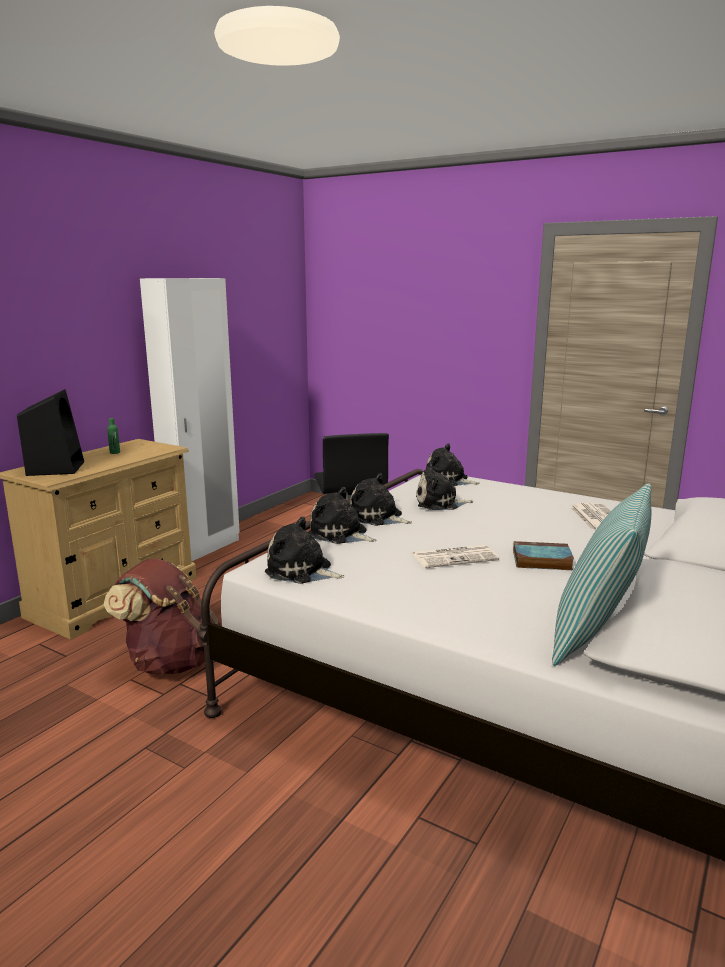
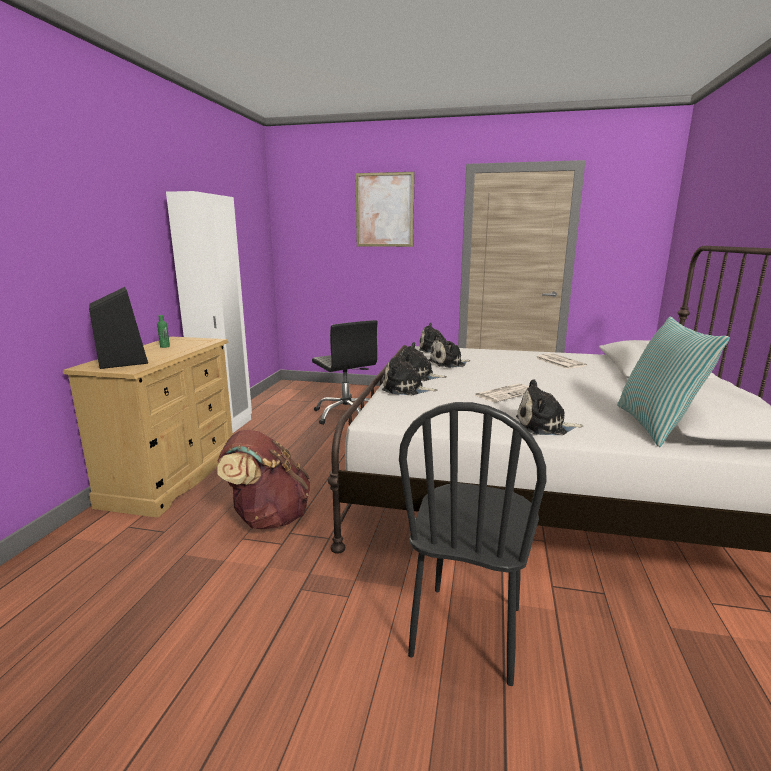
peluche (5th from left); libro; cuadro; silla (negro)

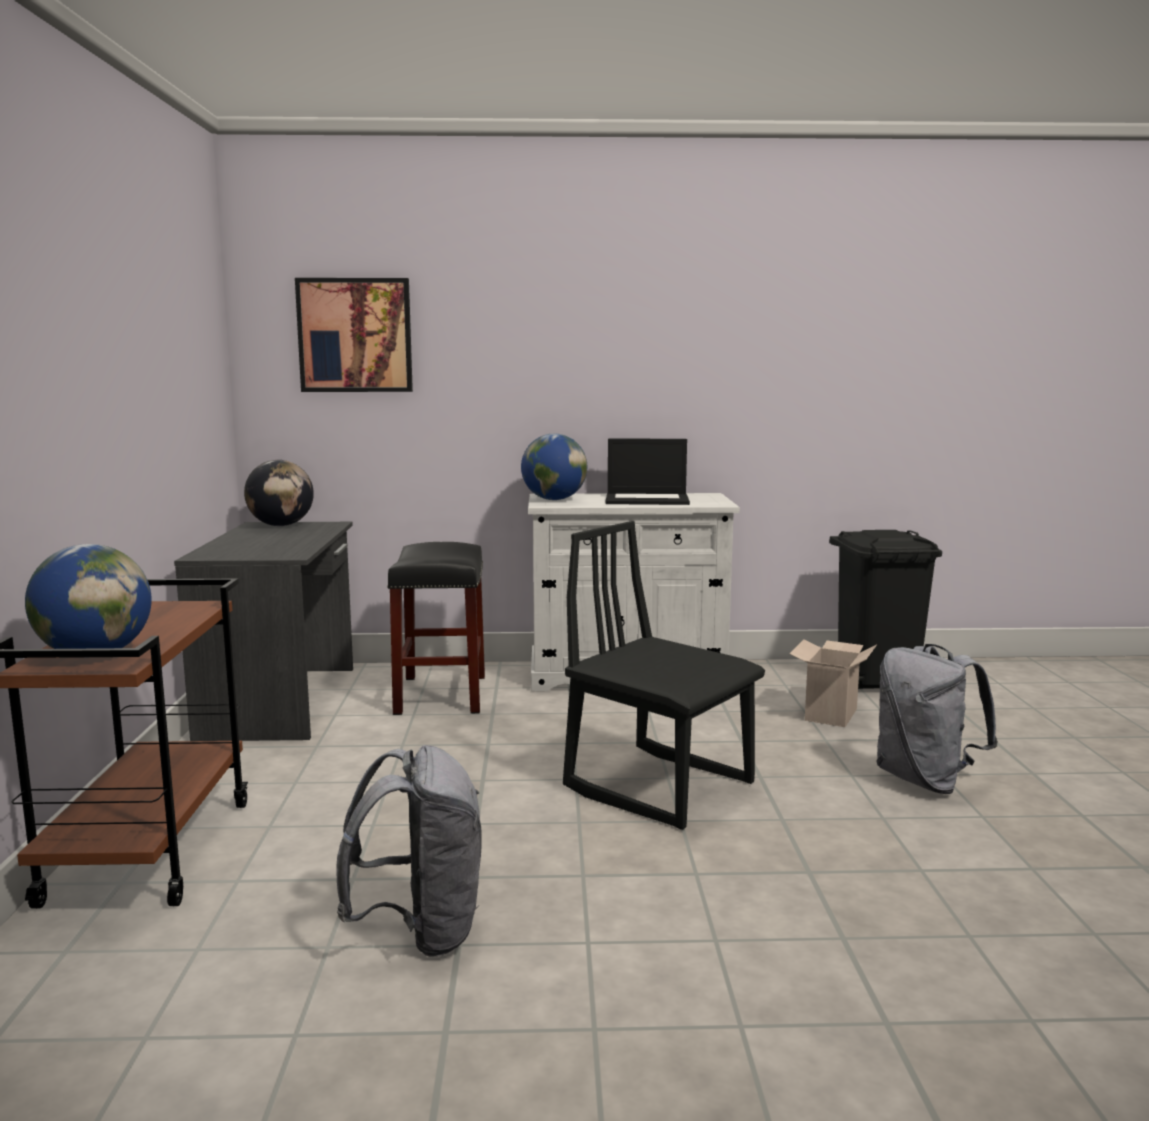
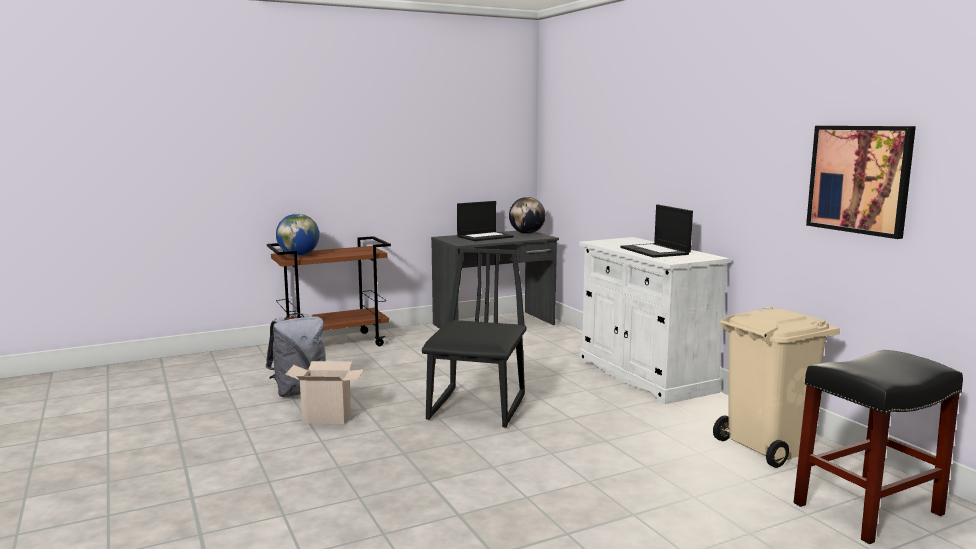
cuadro; globo terráqueo (3rd from left in the first image); papelera (beis); taburete (negro); caja de cartón; mochila (gris) (2nd from left in the first image); portátil (1st from left)

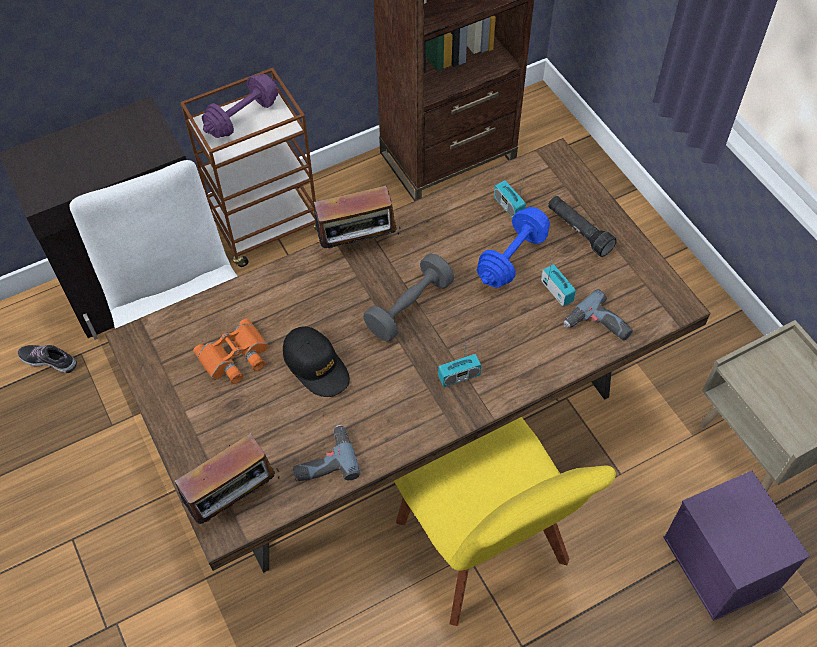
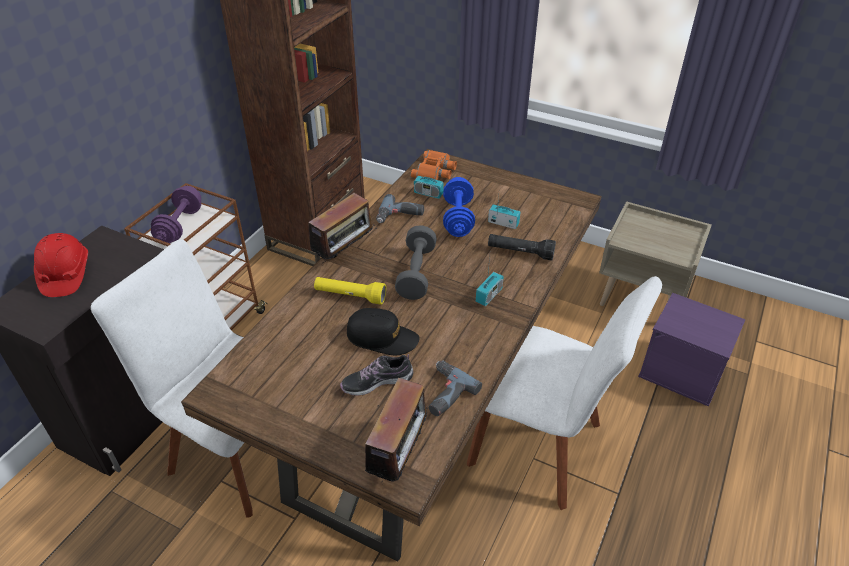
linterna (negro); taladro (1st from left); prismáticos (naranja); zapato; silla (blanco) (2nd from left); casco (rojo); linterna (amarillo)

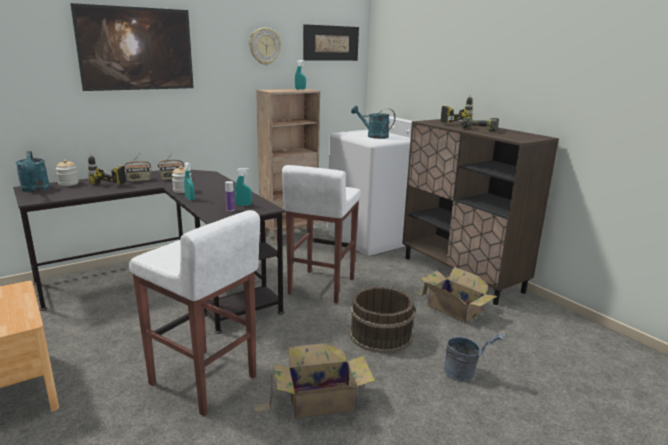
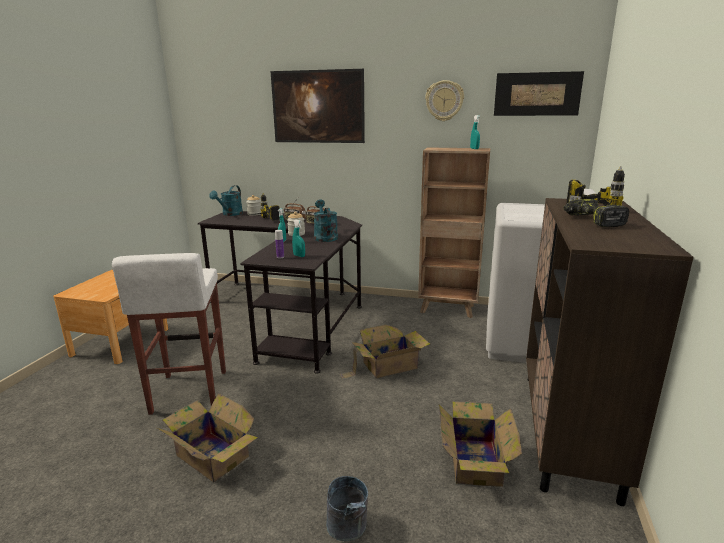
regadera (turquesa) (2nd from left); caja de cartón (2nd from left); cubo (marrón)

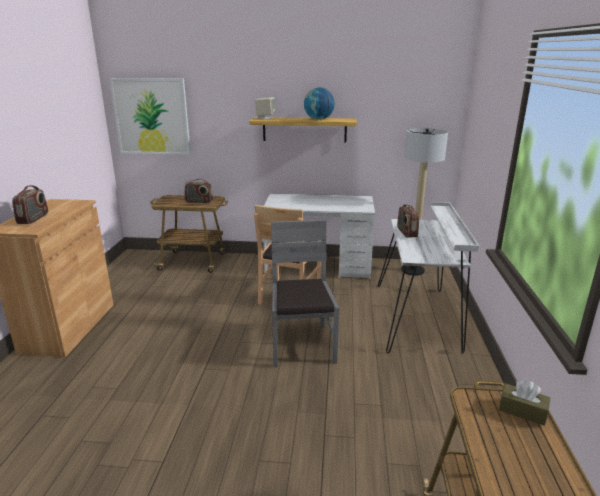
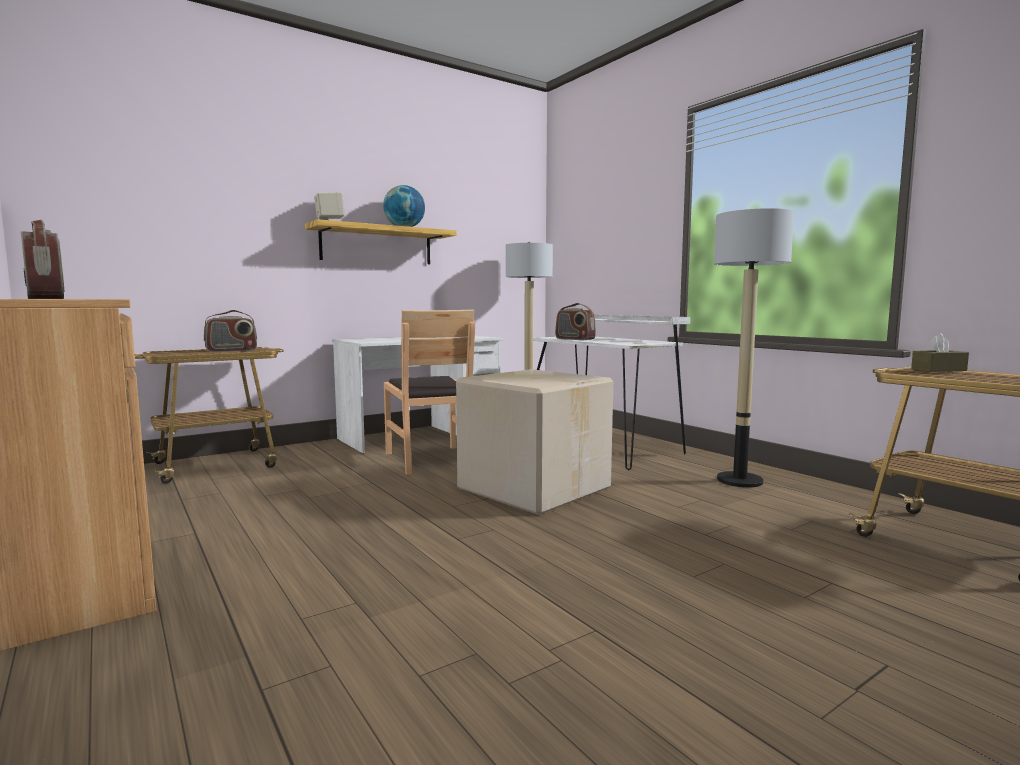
cuadro; caja de cartón; lámpara de pie (2nd from left)

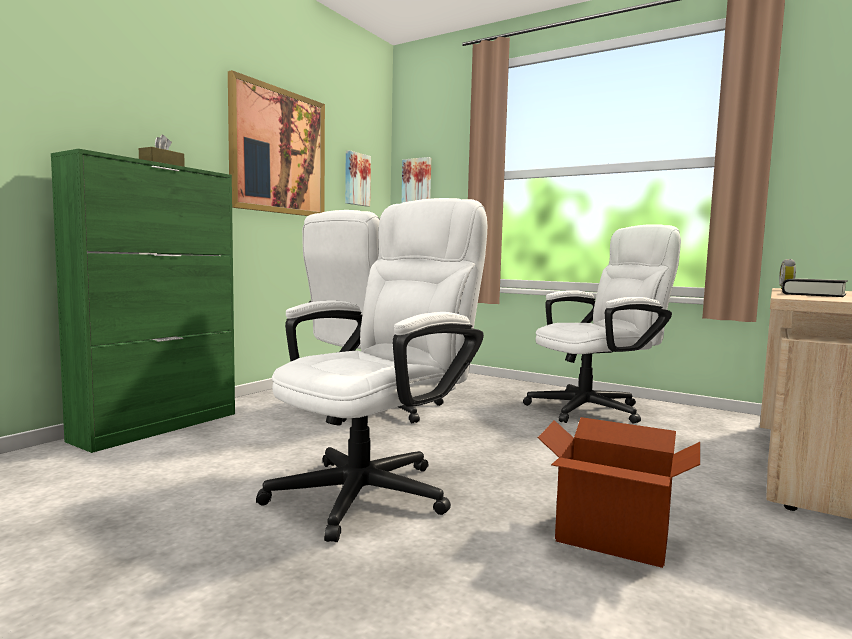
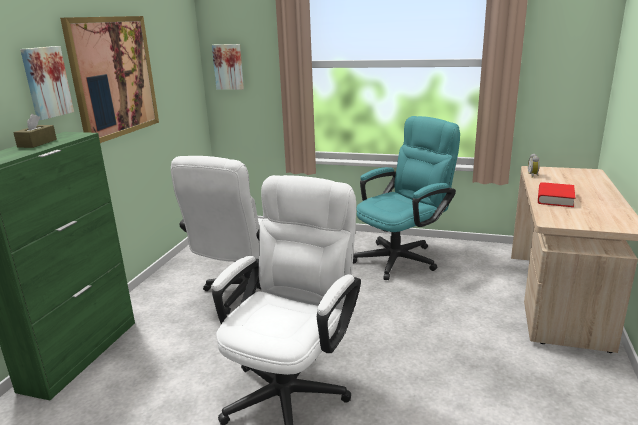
cuadro (1st from left); silla de oficina (turquesa); libro (rojo); caja de cartón

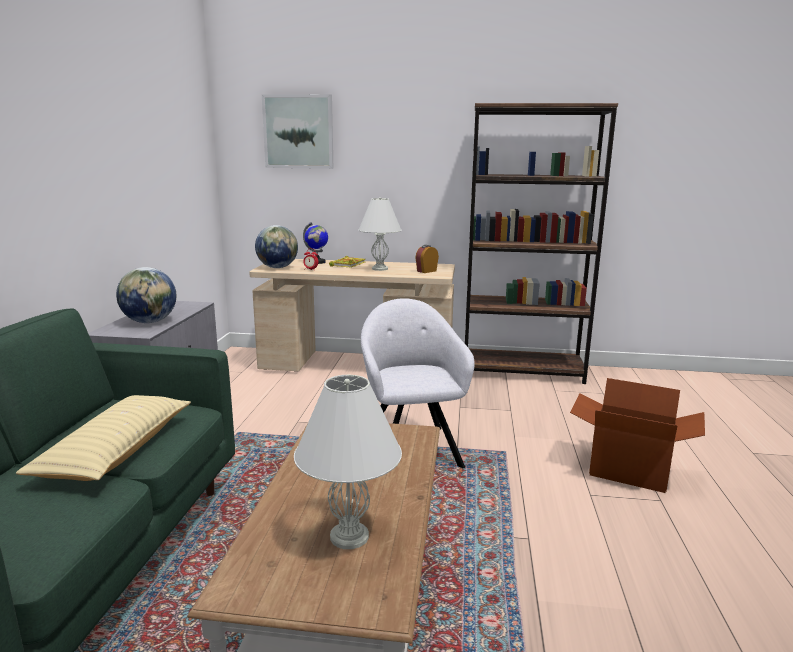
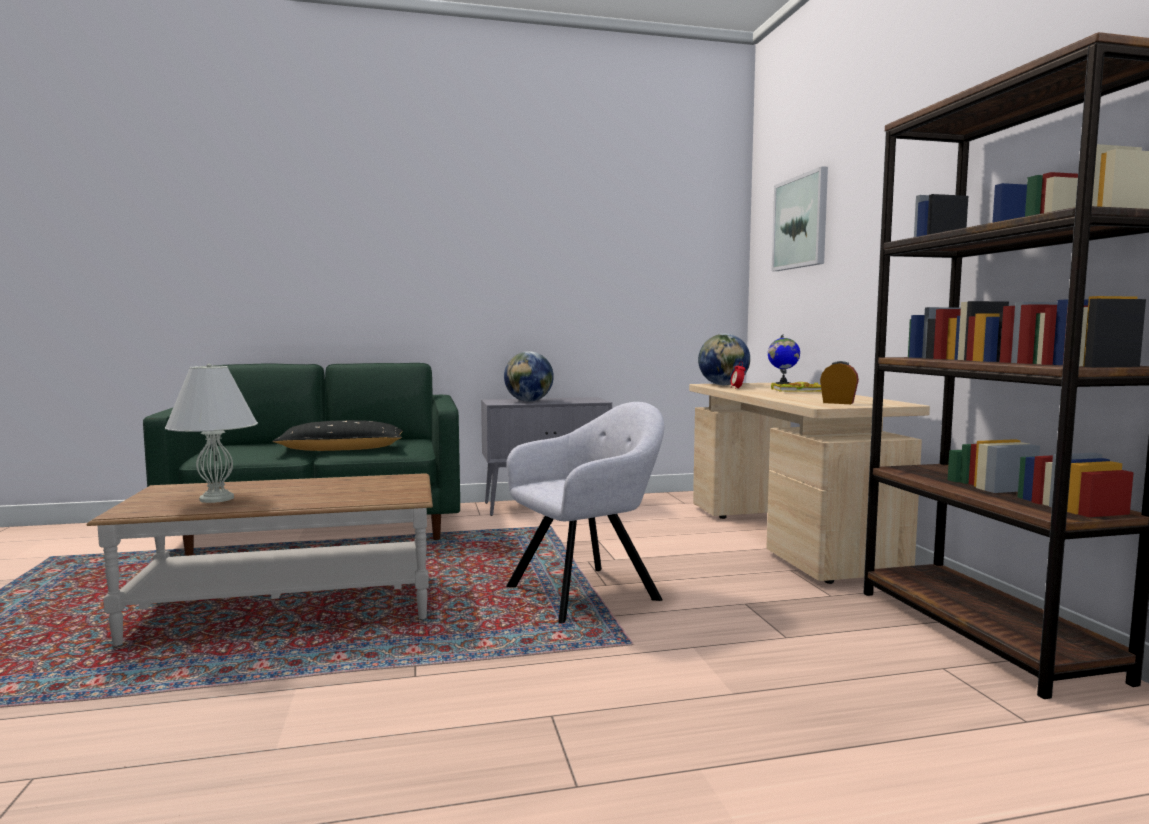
lámpara de mesa (blanco) (2nd from left in the first image); caja de cartón; cojín (negro)

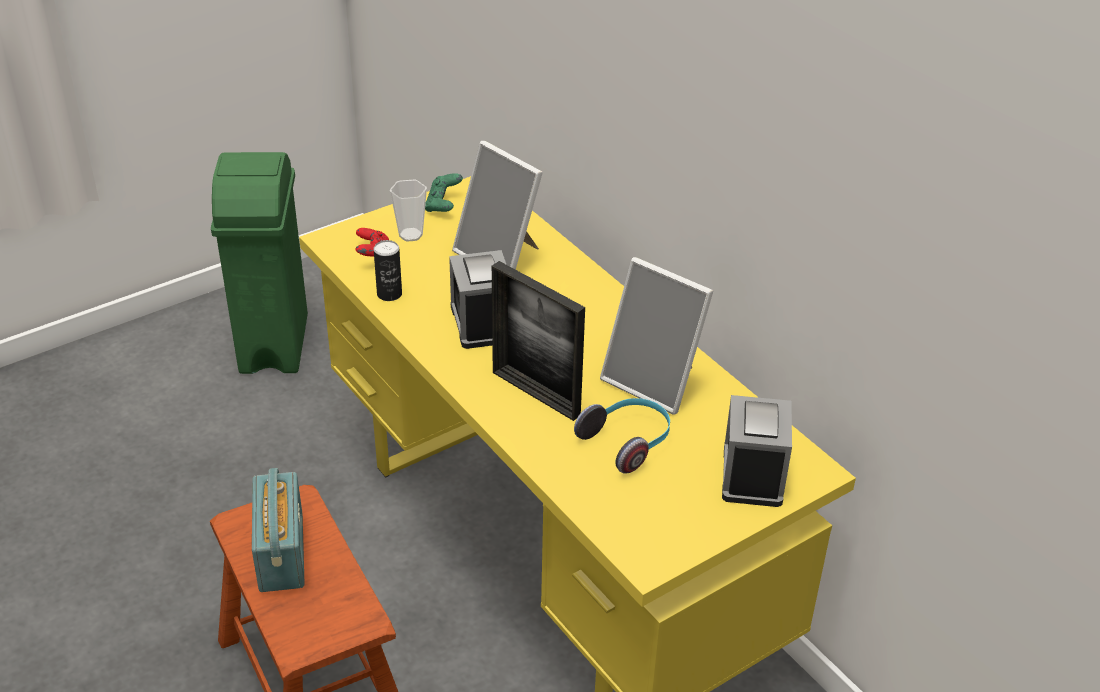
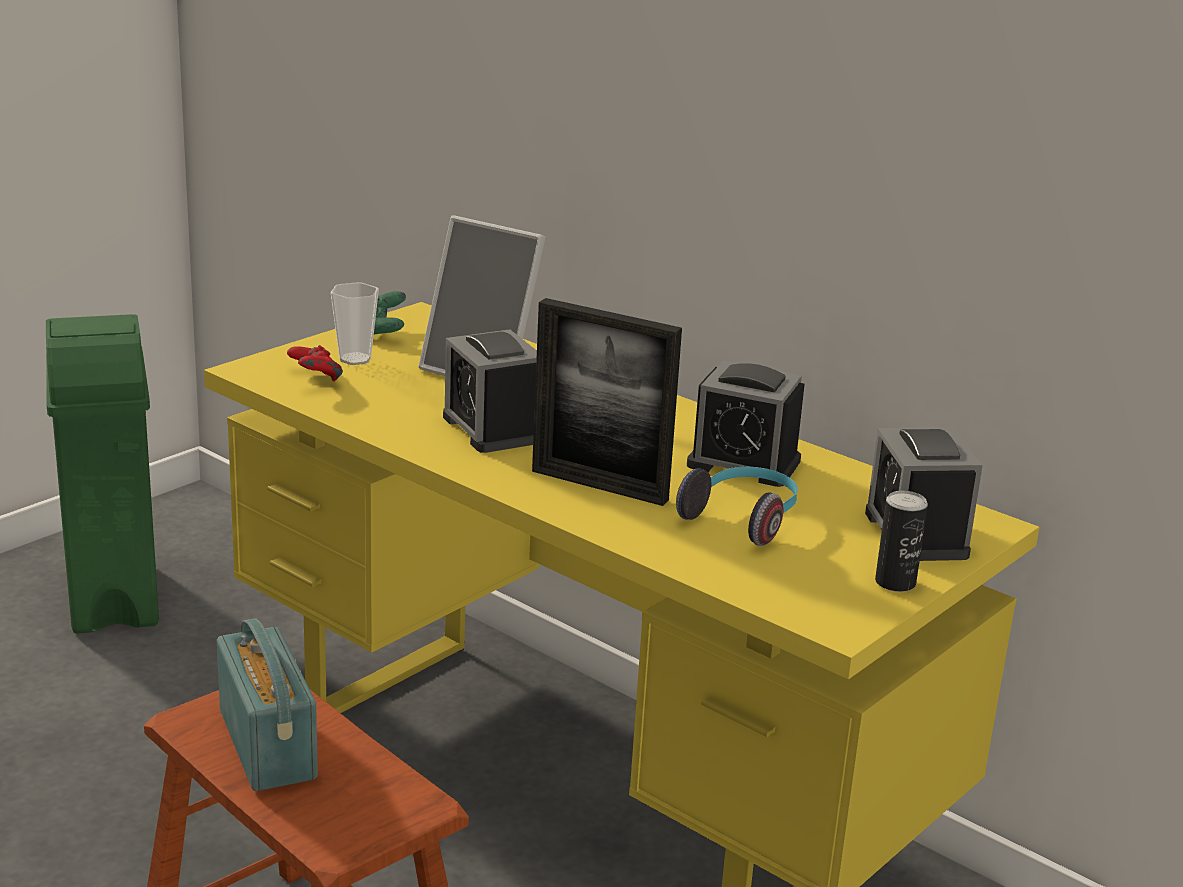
lata; despertador (2nd from left)

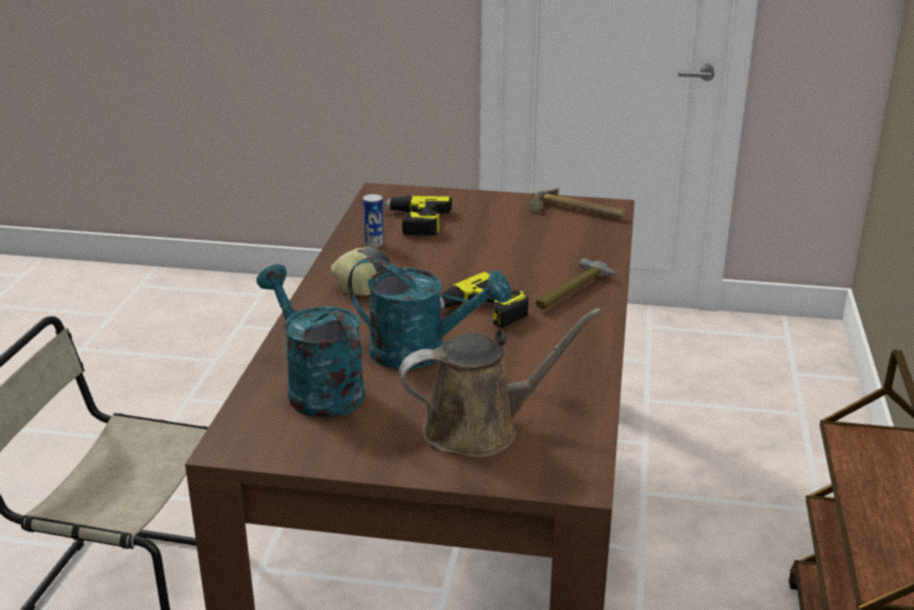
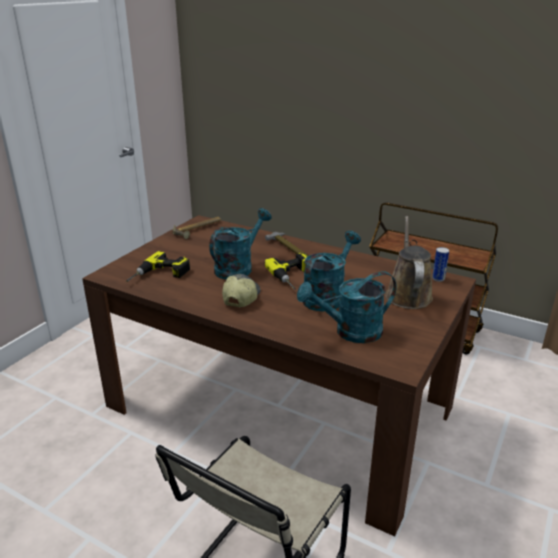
lata; regadera (turquesa) (1st from left)

